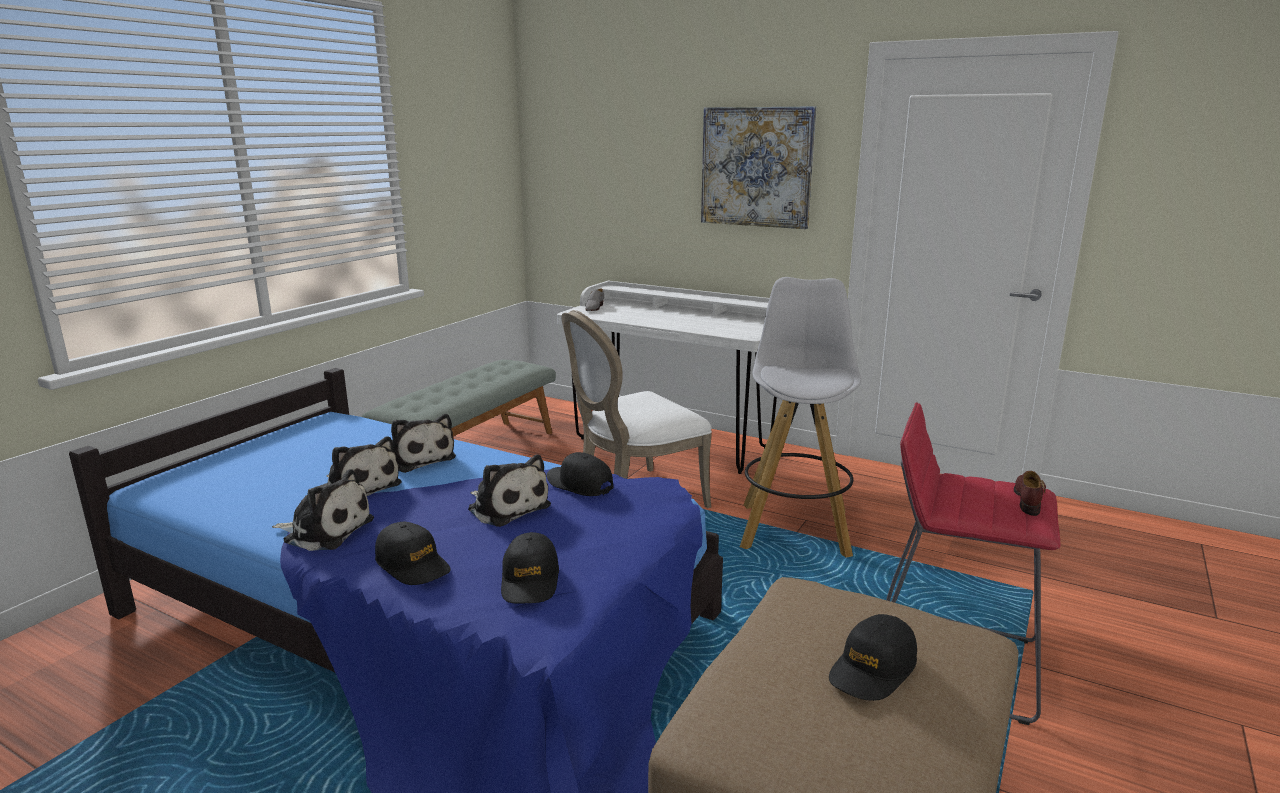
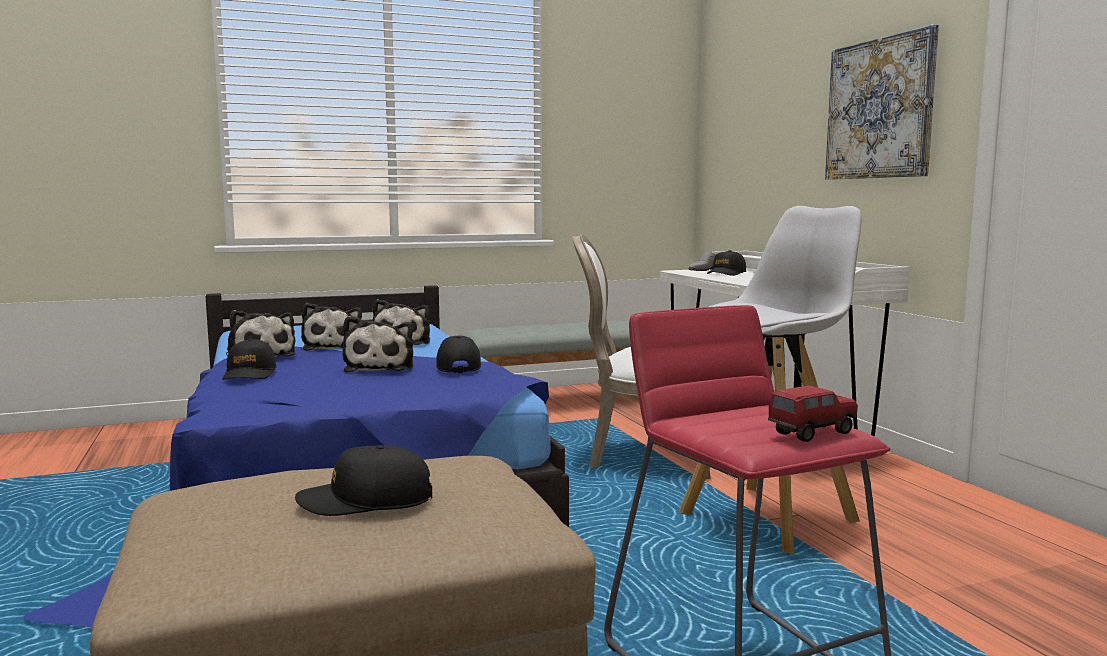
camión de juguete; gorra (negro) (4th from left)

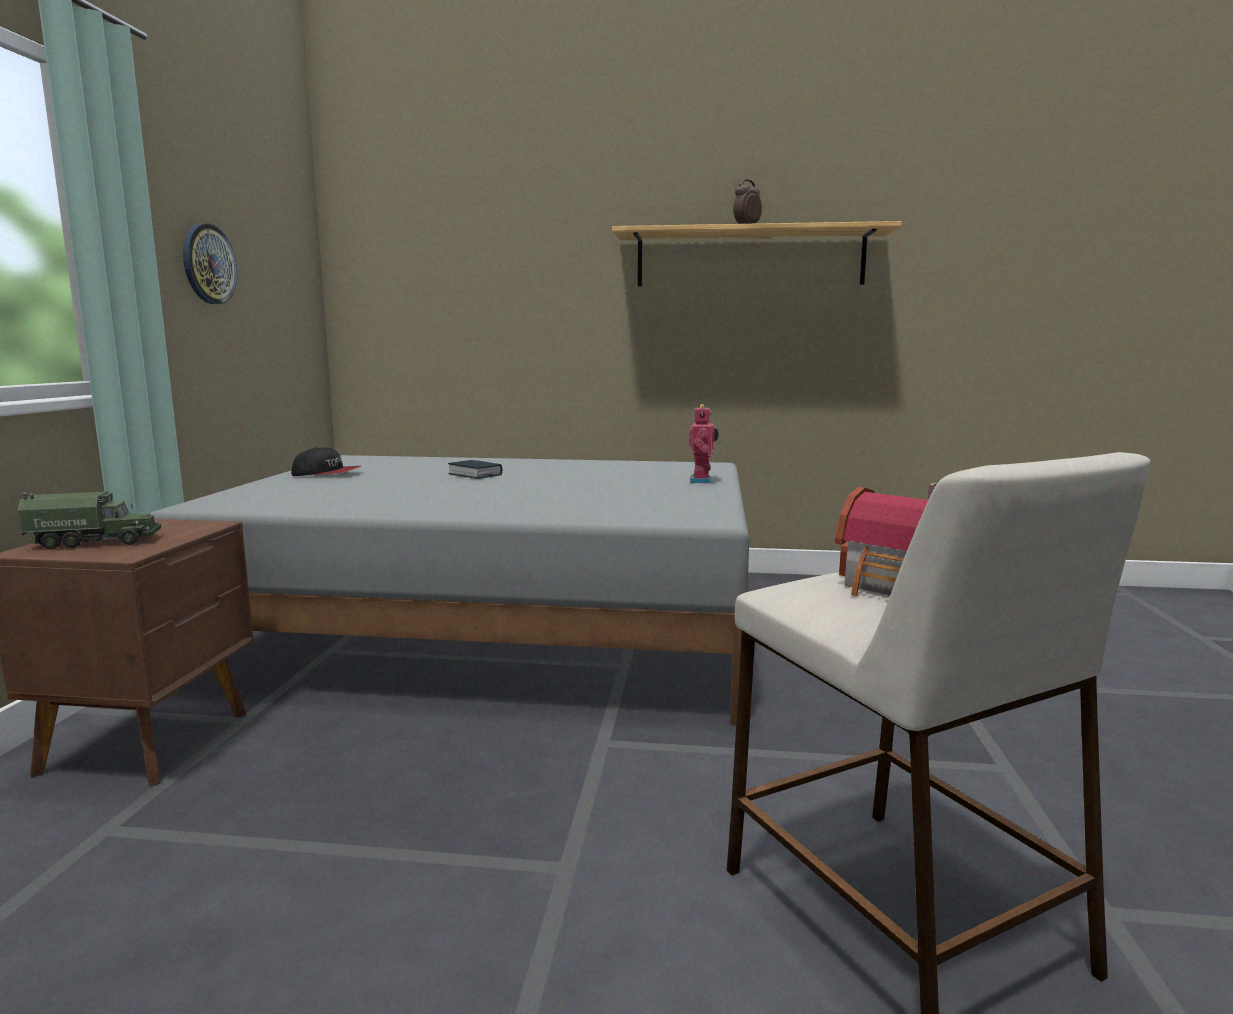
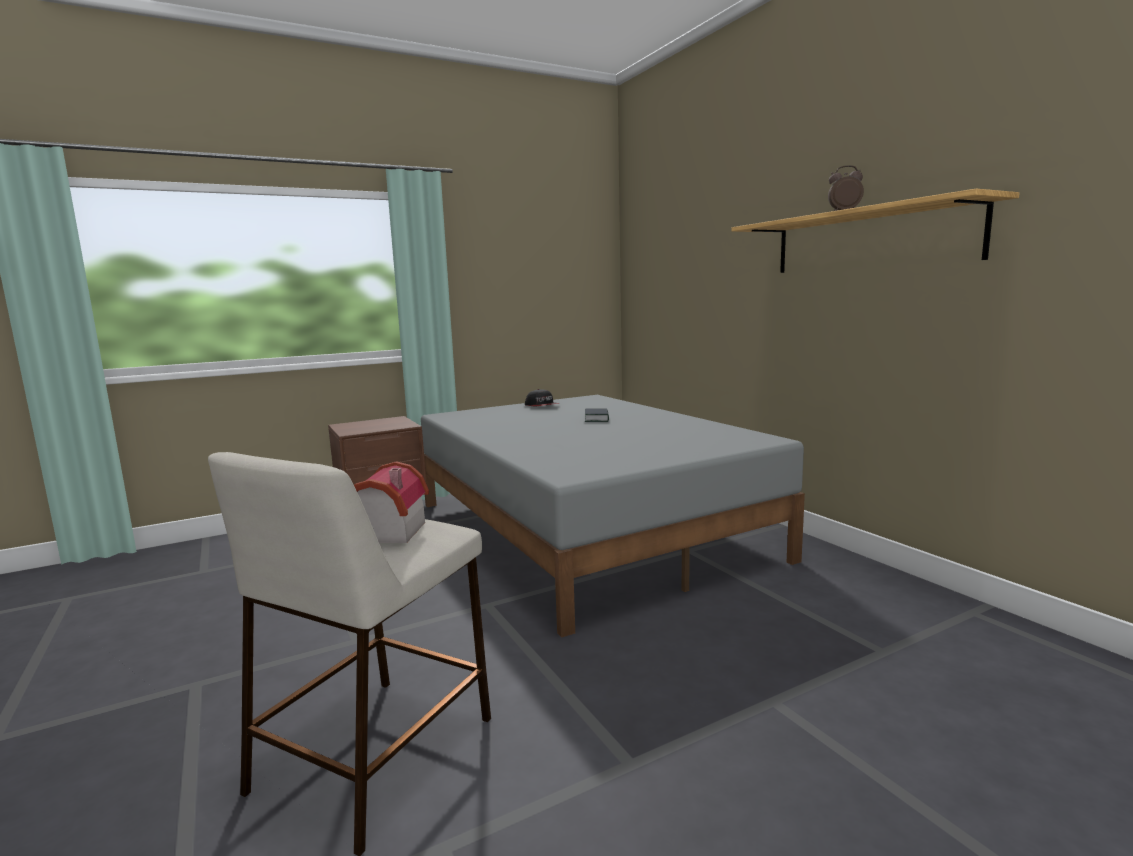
reloj de pared; robot de juguete; camión de juguete

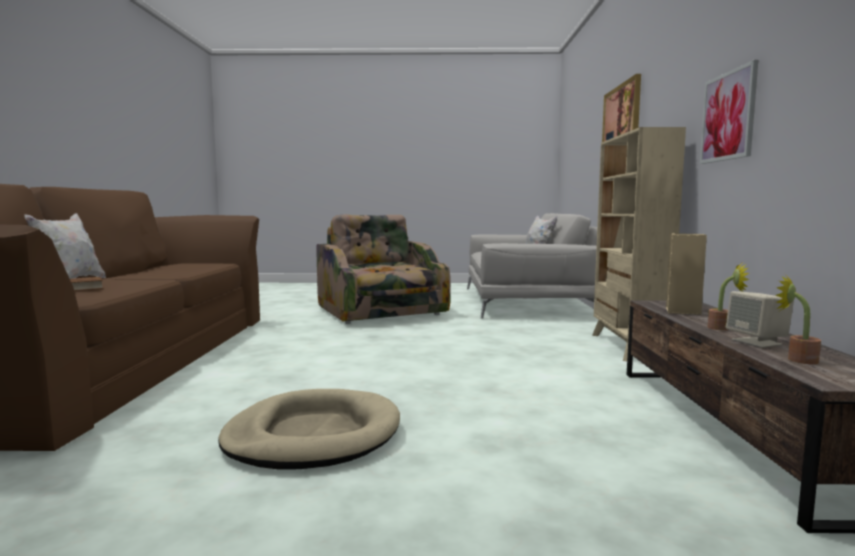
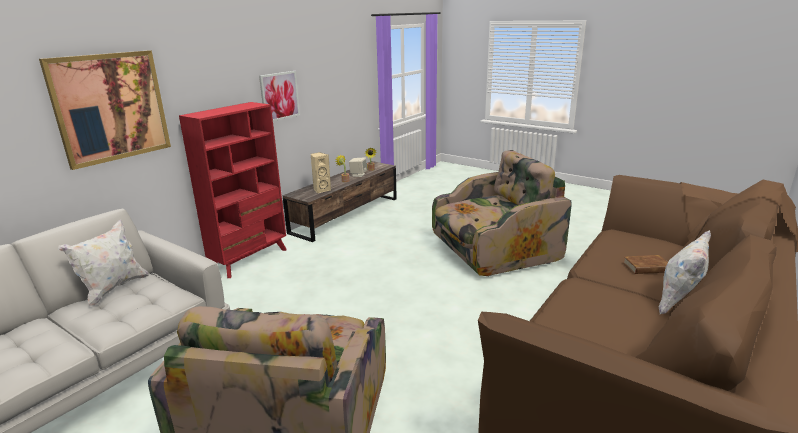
estantería (rojo); sillón (2nd from left)

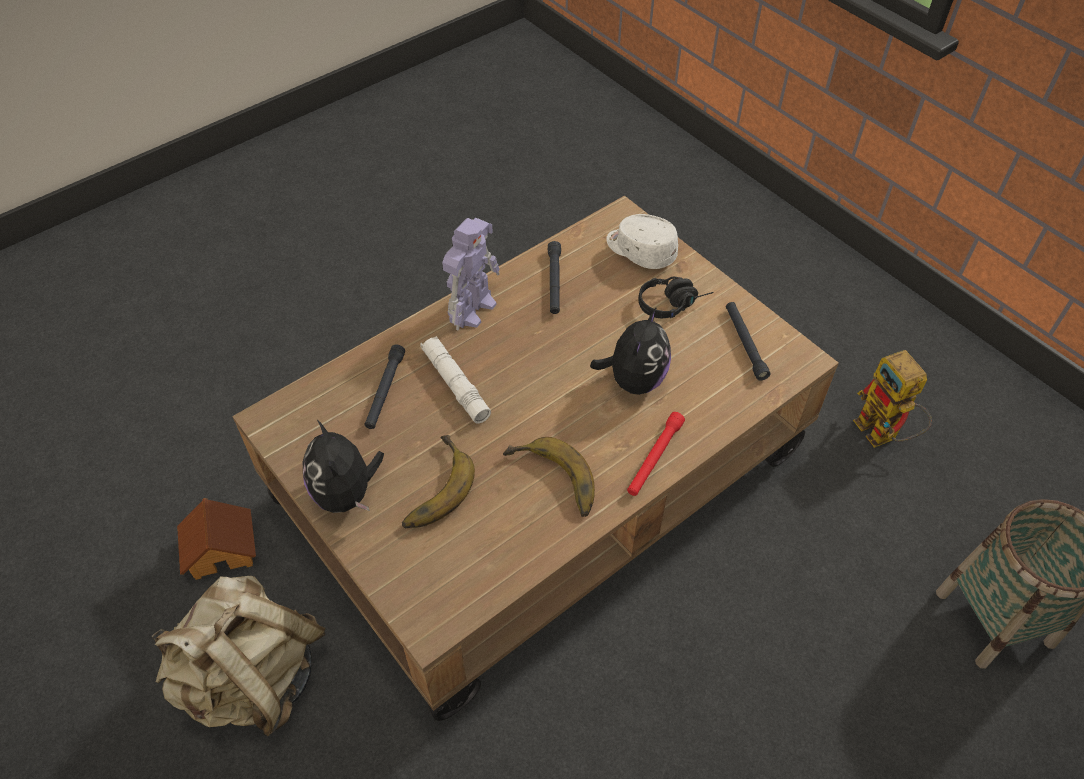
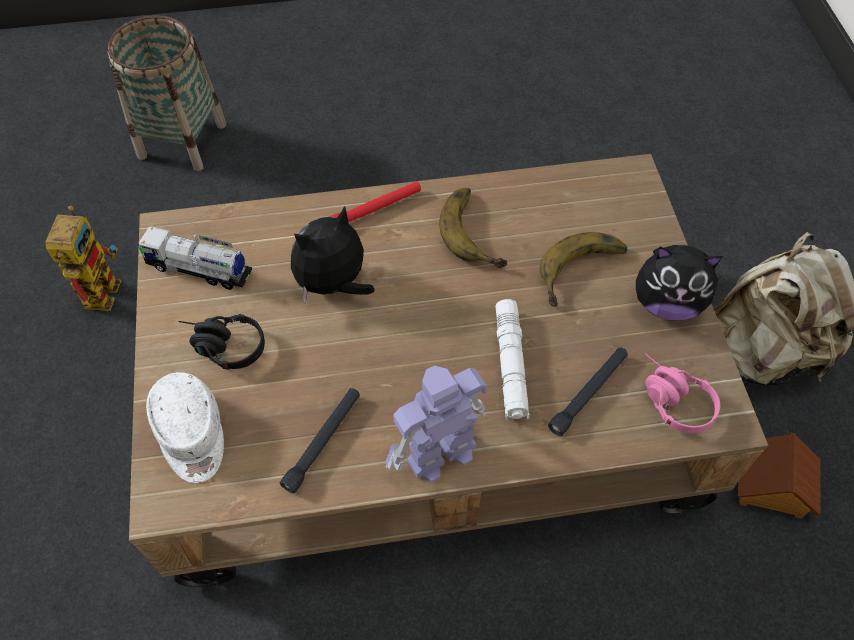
camión de juguete; peluche (2nd from left); auriculares (rosa)

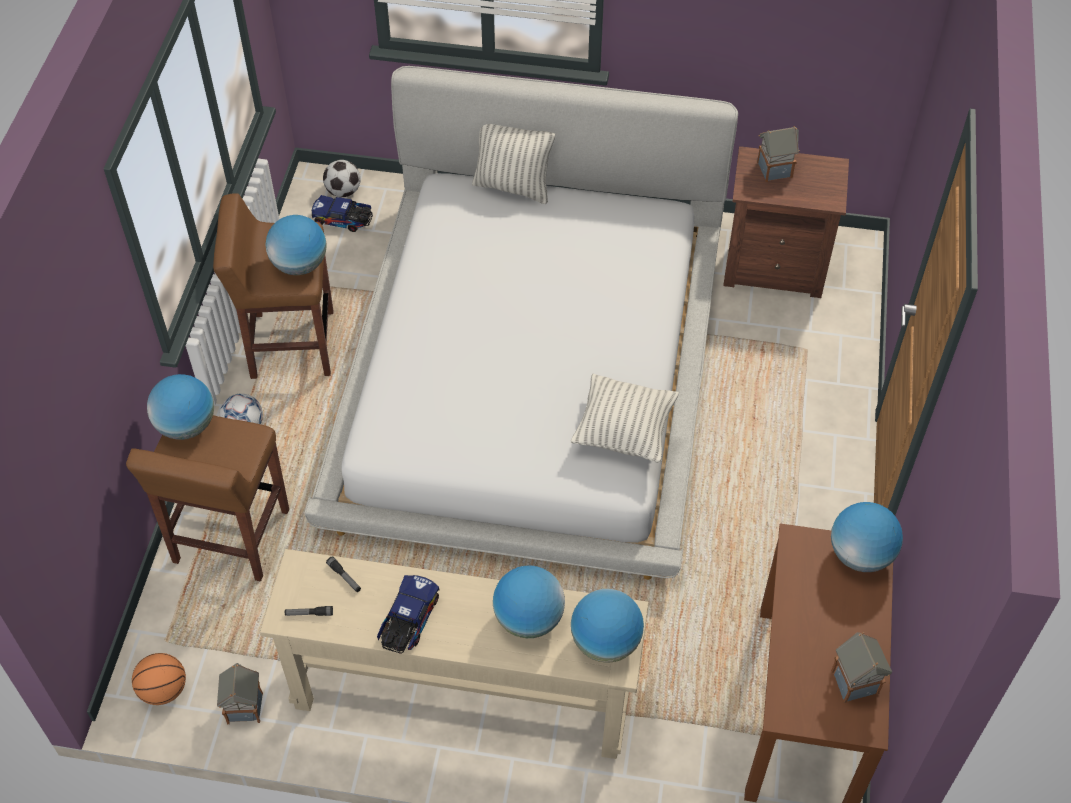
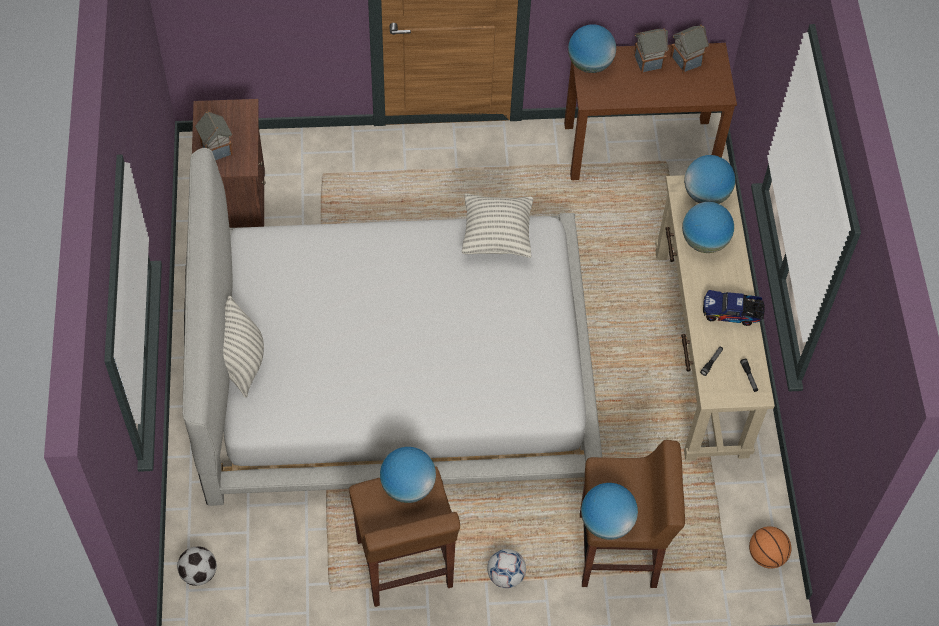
camión de juguete (1st from left in the first image); casita (2nd from left)

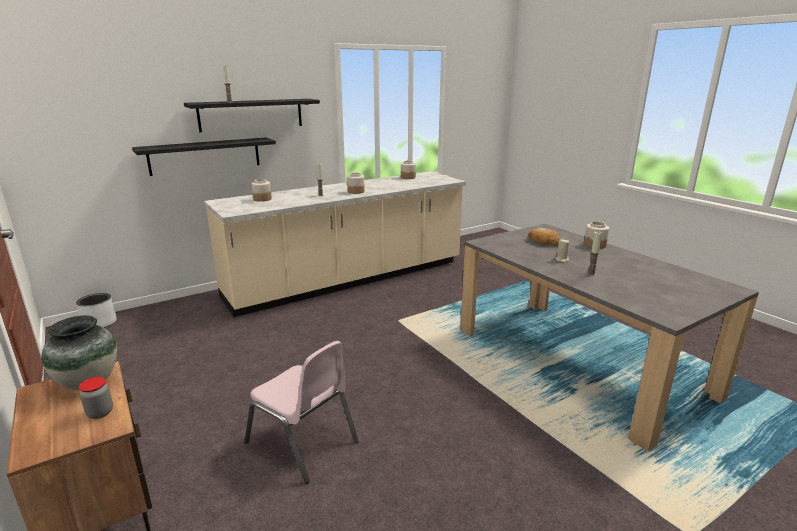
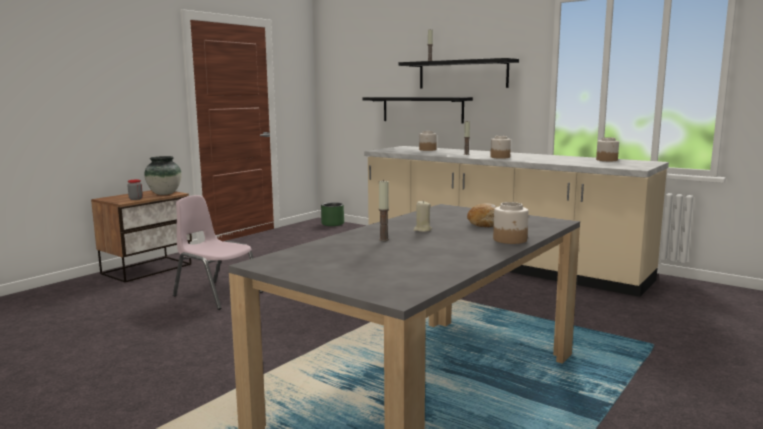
maceta (verde); silla (rosa)

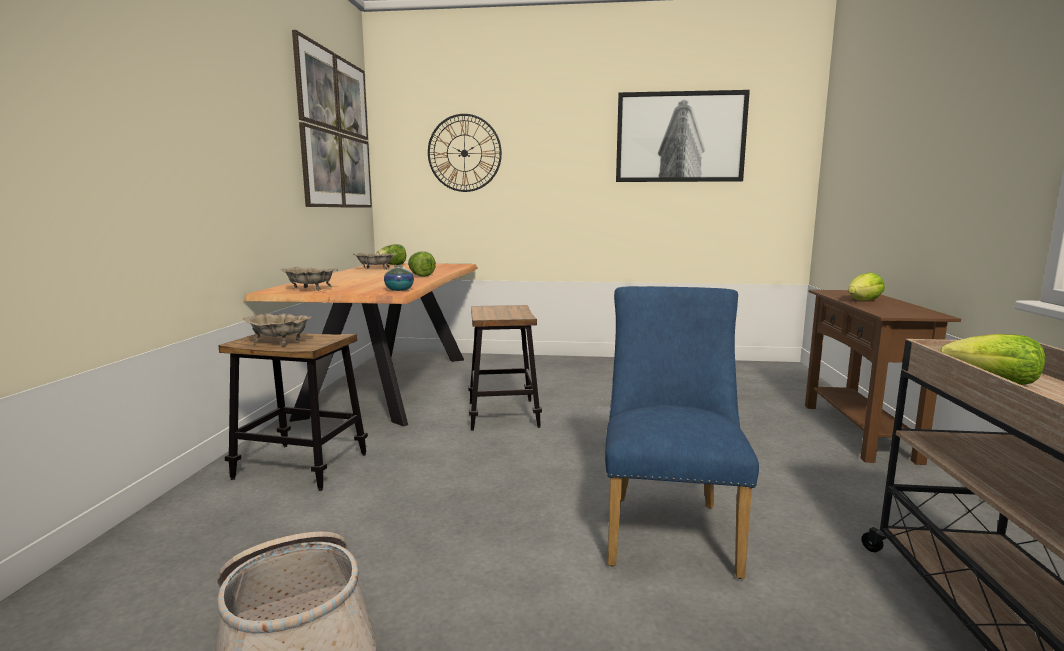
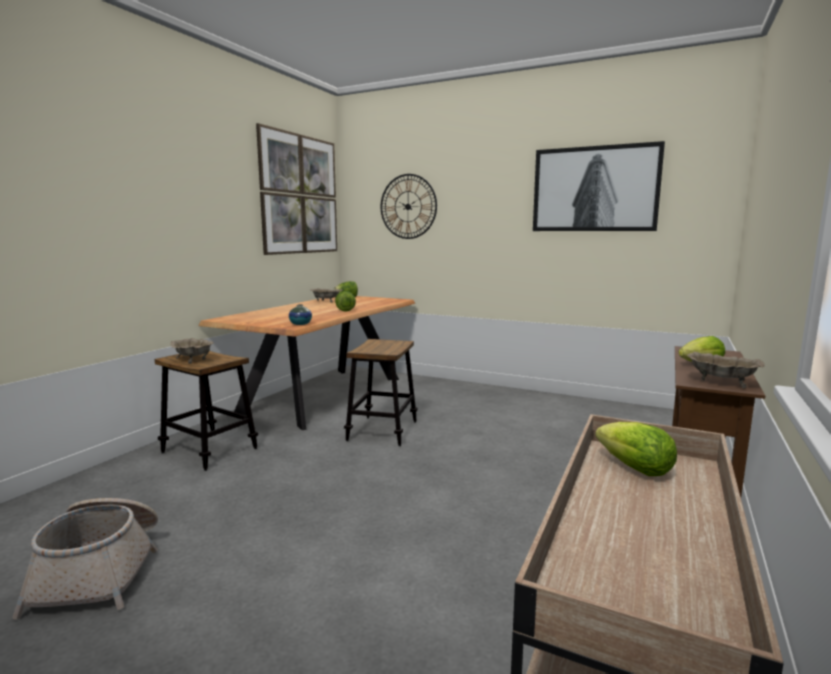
cuenco (beis) (3rd from left); silla (azul)

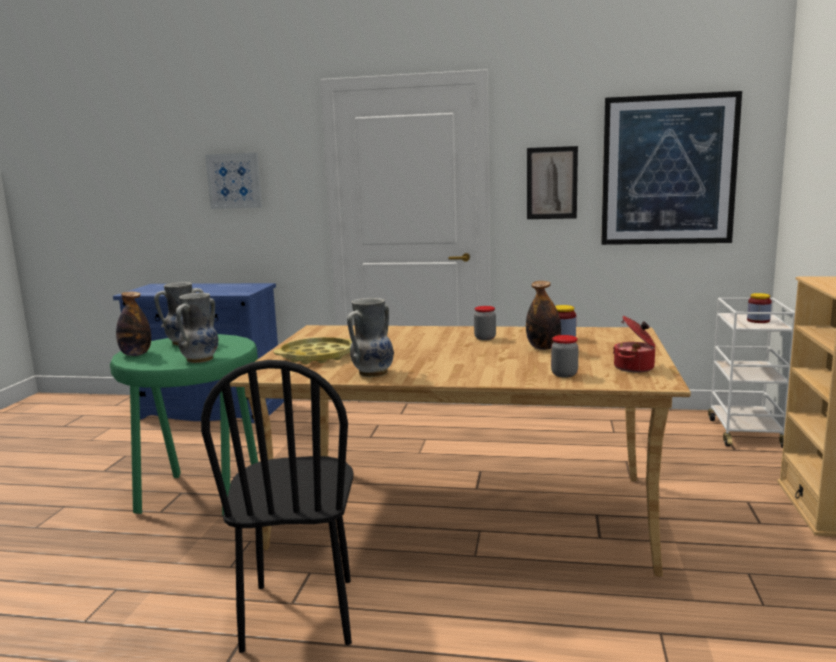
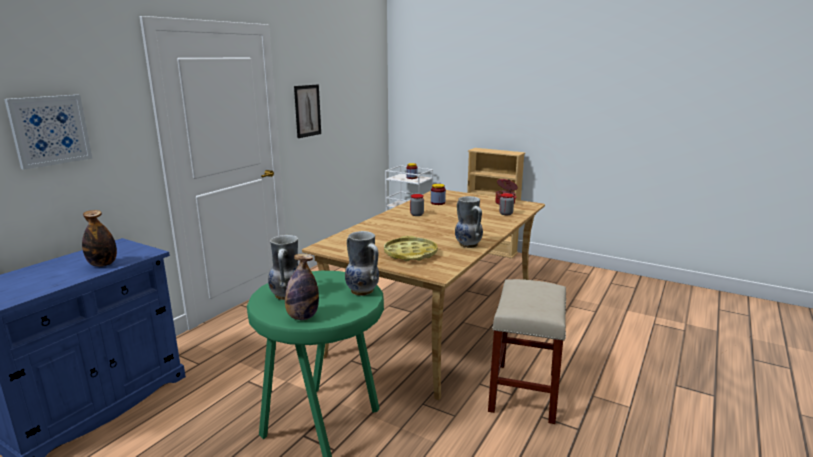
cuadro (3rd from left in the first image); botella (1st from left); taburete (beis)

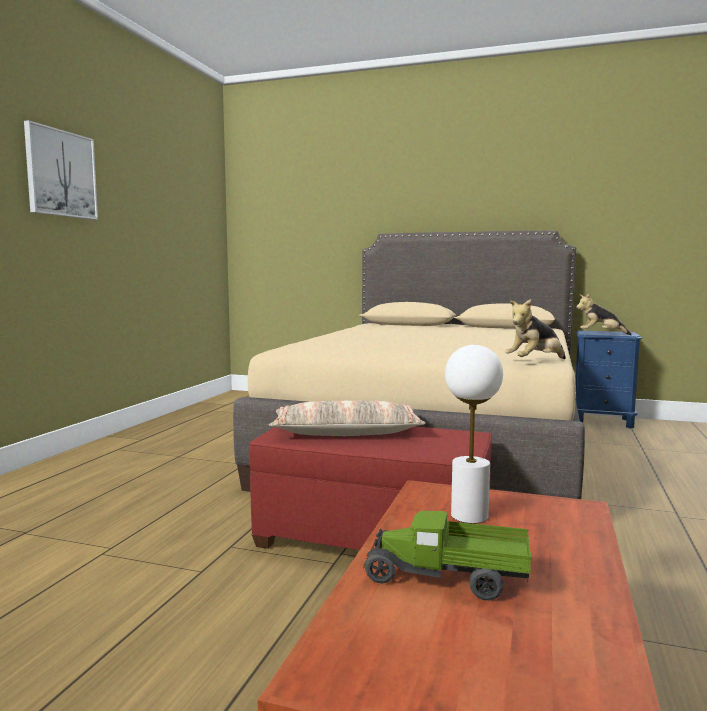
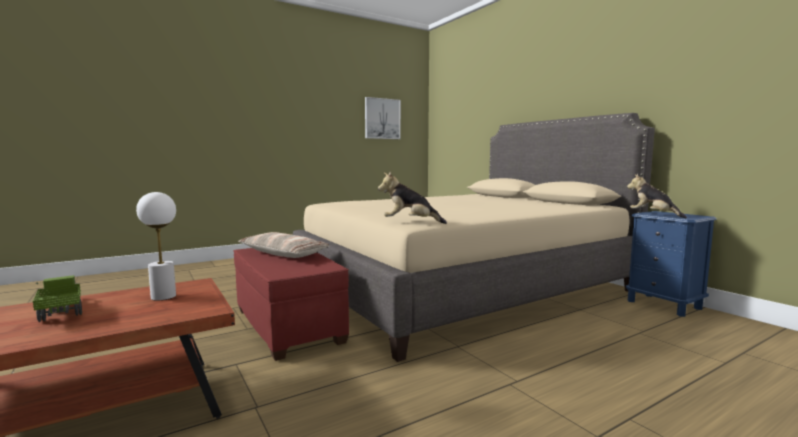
cuadro

